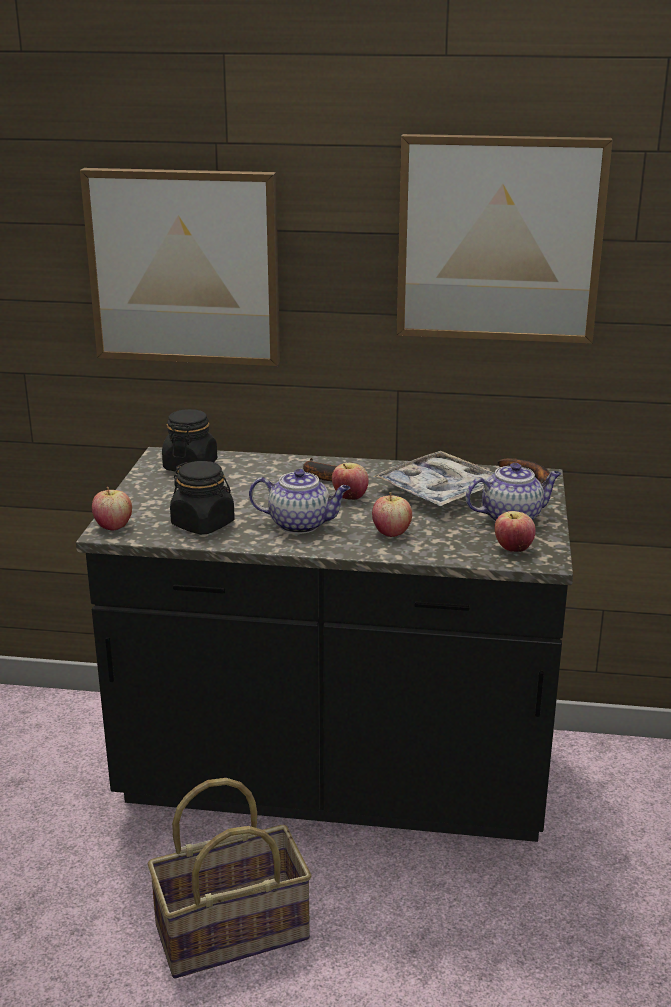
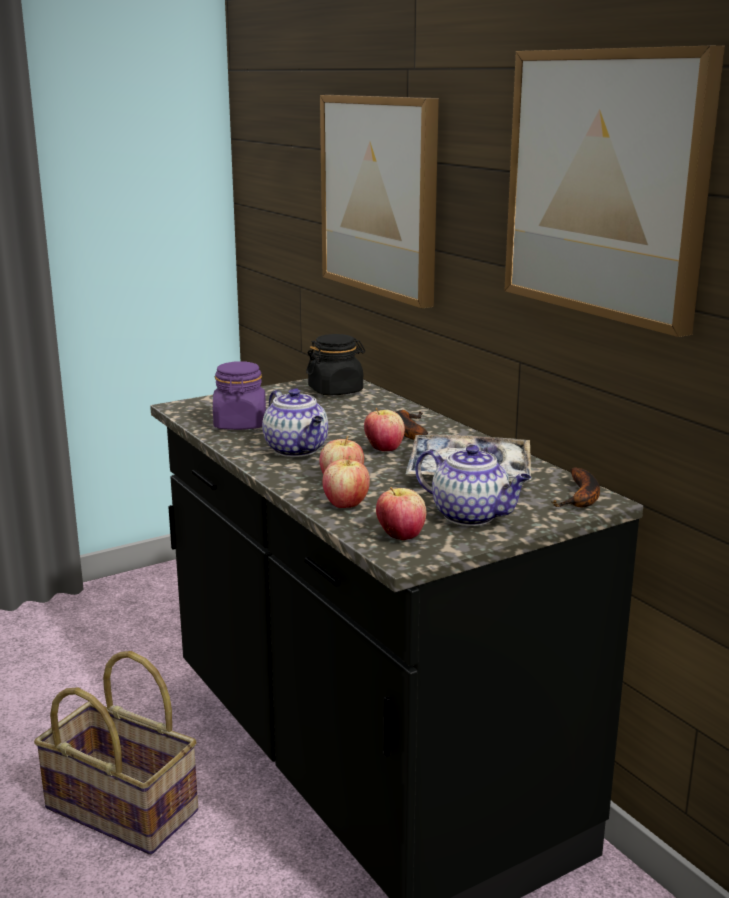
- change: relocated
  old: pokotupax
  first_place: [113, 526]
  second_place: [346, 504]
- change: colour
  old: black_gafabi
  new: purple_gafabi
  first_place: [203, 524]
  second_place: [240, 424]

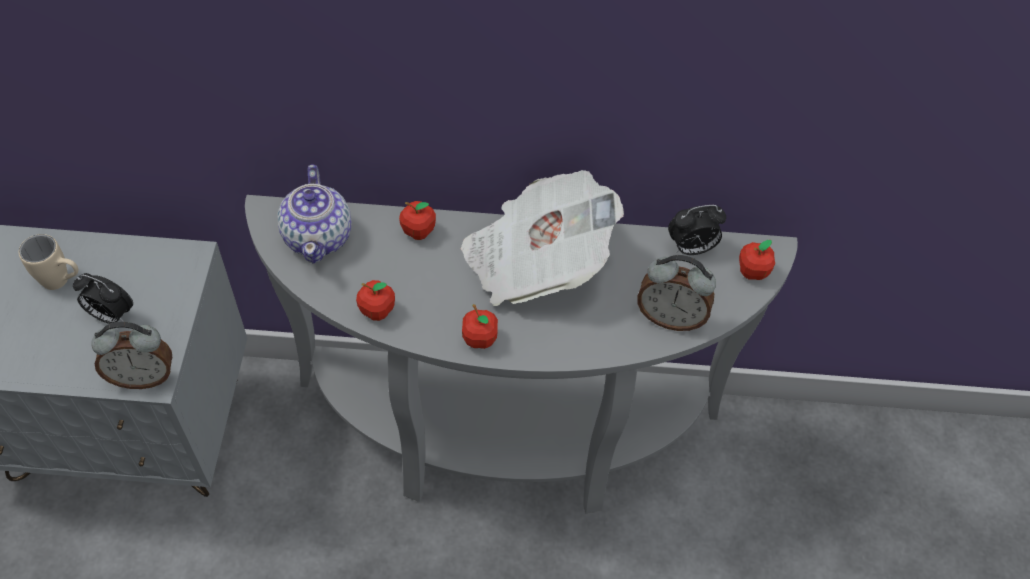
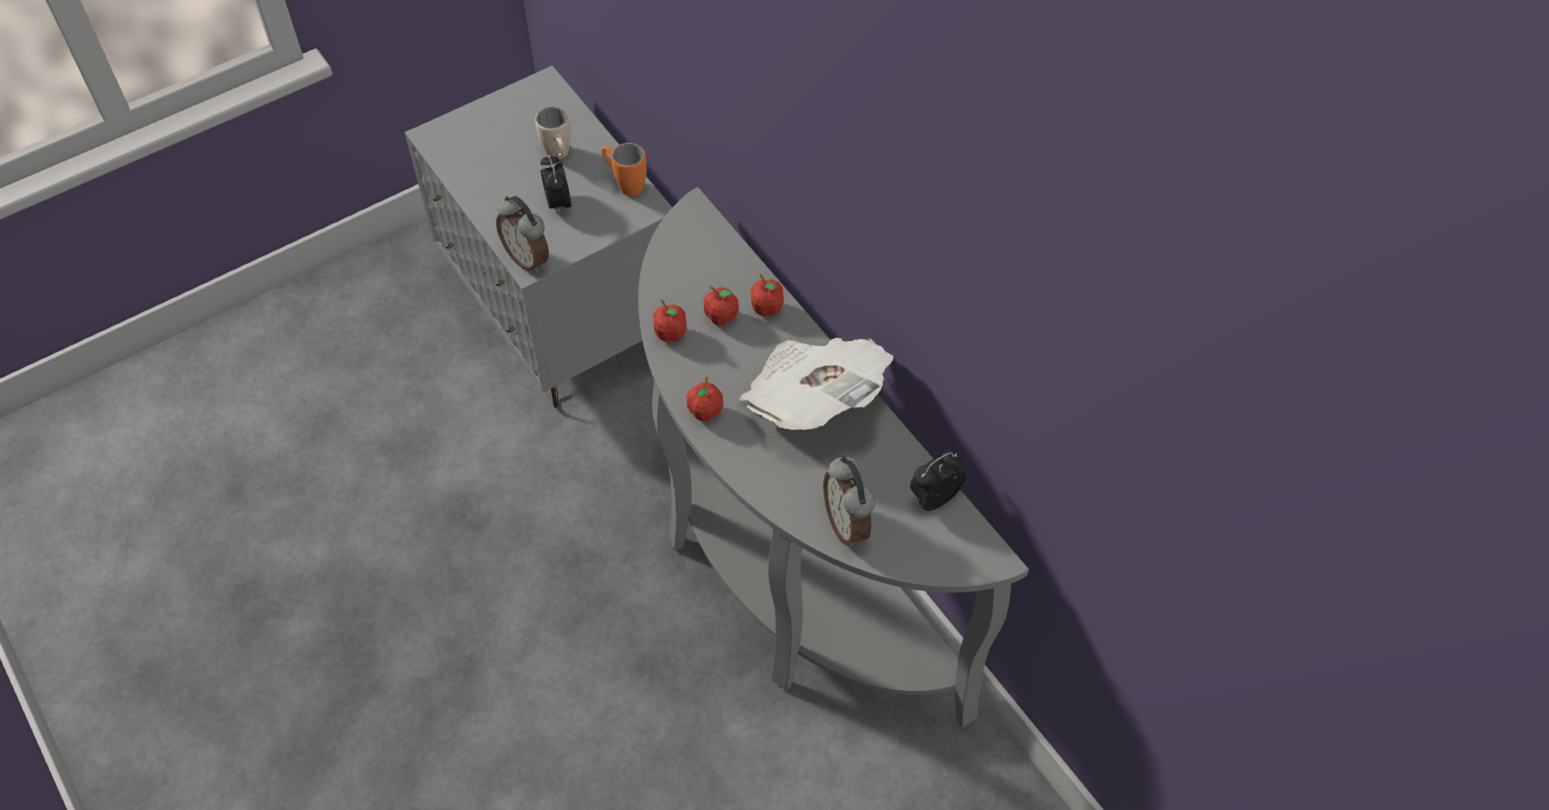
- change: missing
  old: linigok
  first_place: [318, 236]
- change: spun
  old: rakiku
  first_place: [691, 248]
  second_place: [934, 497]
  degrees: 105
- change: relocated
  old: pokotupax
  first_place: [752, 272]
  second_place: [721, 317]
- change: appeared
  new: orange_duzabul
  second_place: [625, 184]

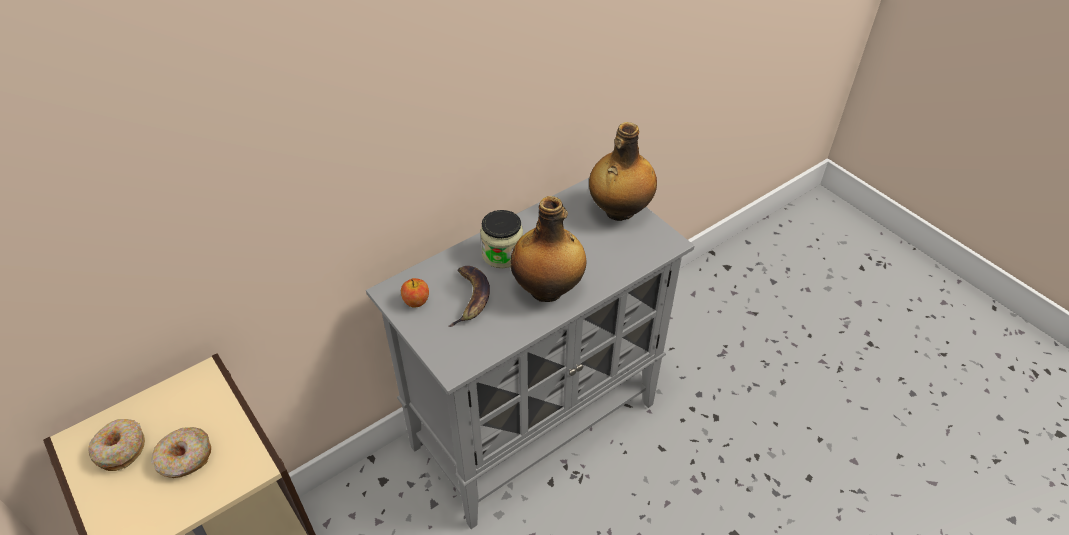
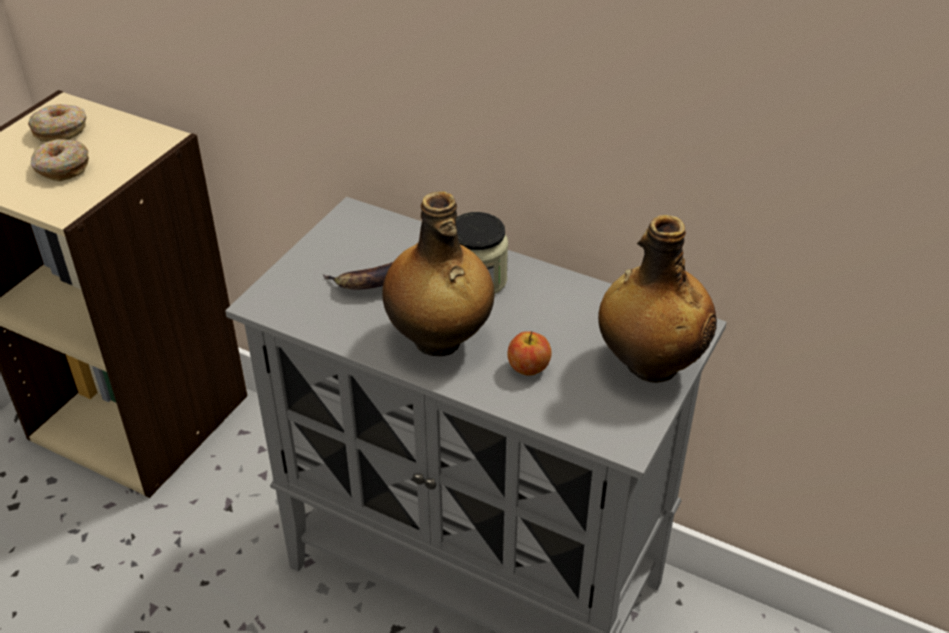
- change: relocated
  old: pokotupax
  first_place: [416, 301]
  second_place: [528, 368]

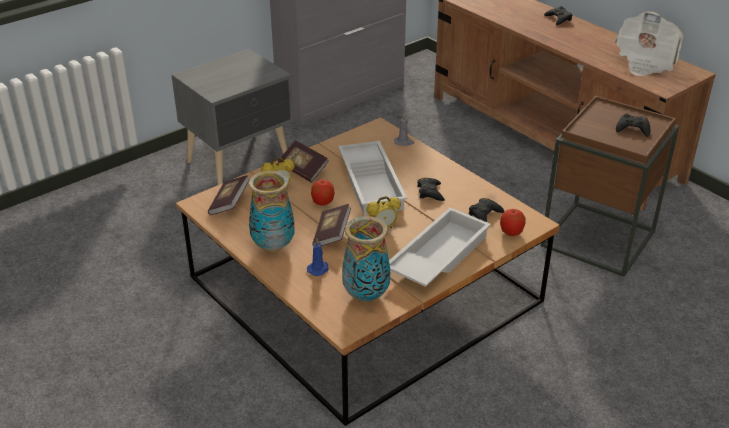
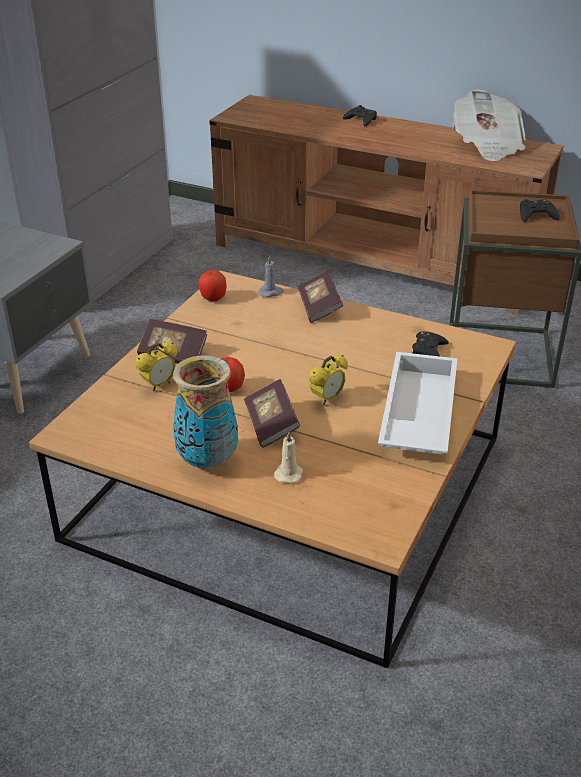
- change: relocated
  old: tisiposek
  first_place: [229, 204]
  second_place: [319, 307]
- change: colour
  old: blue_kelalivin
  new: beige_kelalivin
  first_place: [318, 269]
  second_place: [289, 473]
- change: missing
  old: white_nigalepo
  first_place: [373, 183]
- change: missing
  old: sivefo
  first_place: [365, 295]
- change: missing
  old: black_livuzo
  first_place: [430, 192]
- change: relocated
  old: pokotupax
  first_place: [511, 232]
  second_place: [213, 298]

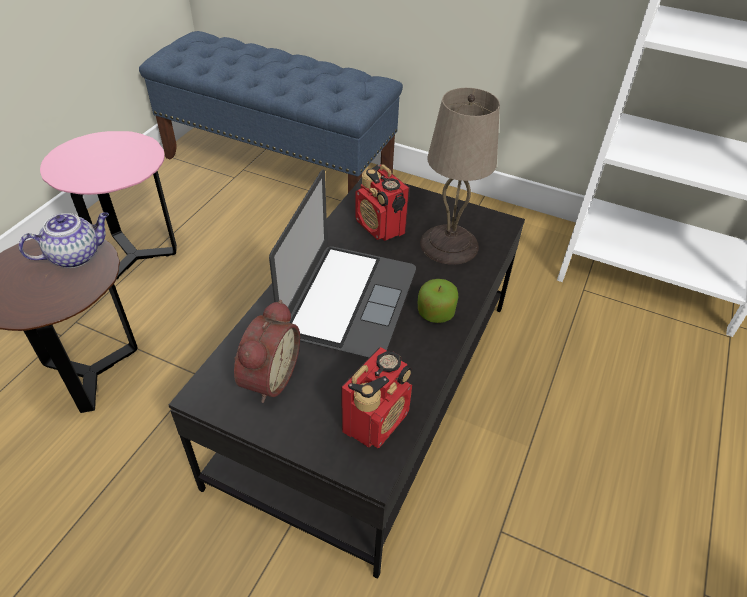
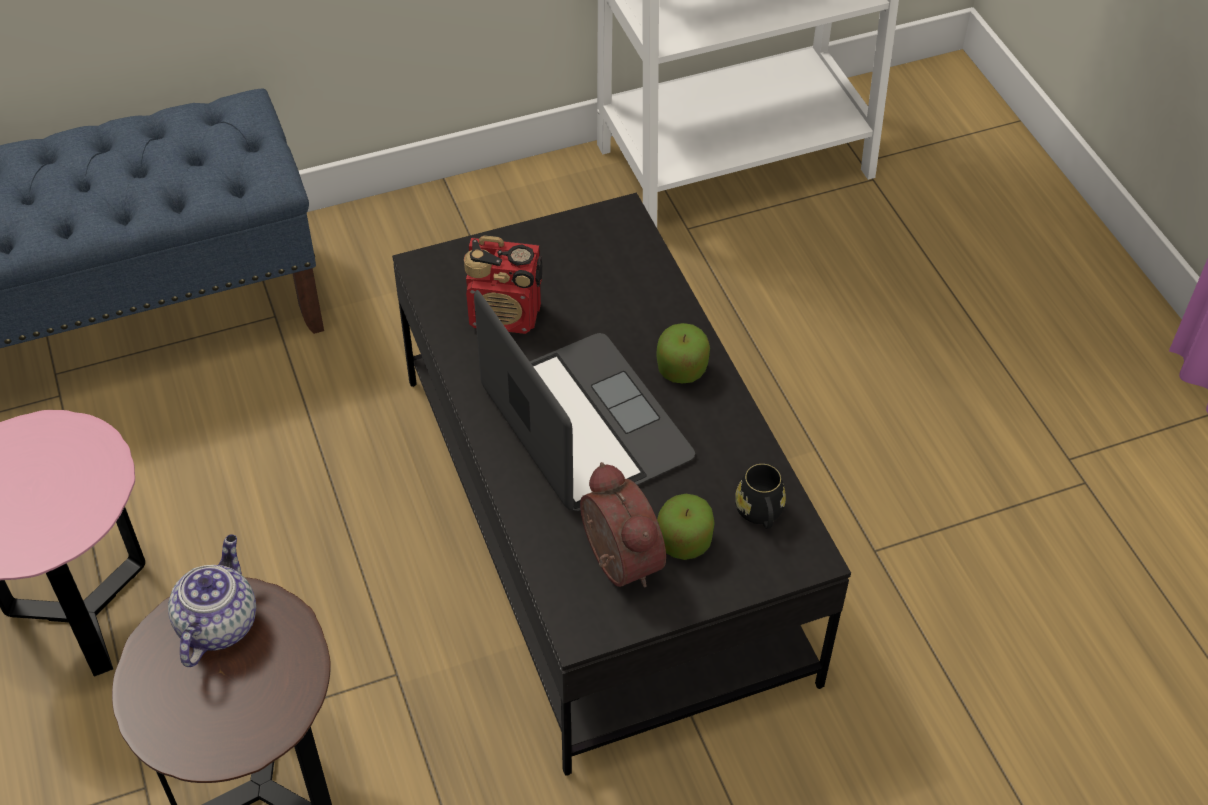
- change: exchanged
  old: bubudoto
  new: black_duzabul
  first_place: [376, 420]
  second_place: [760, 514]
- change: missing
  old: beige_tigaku
  first_place: [450, 245]
- change: appeared
  new: pokotupax
  second_place: [684, 542]

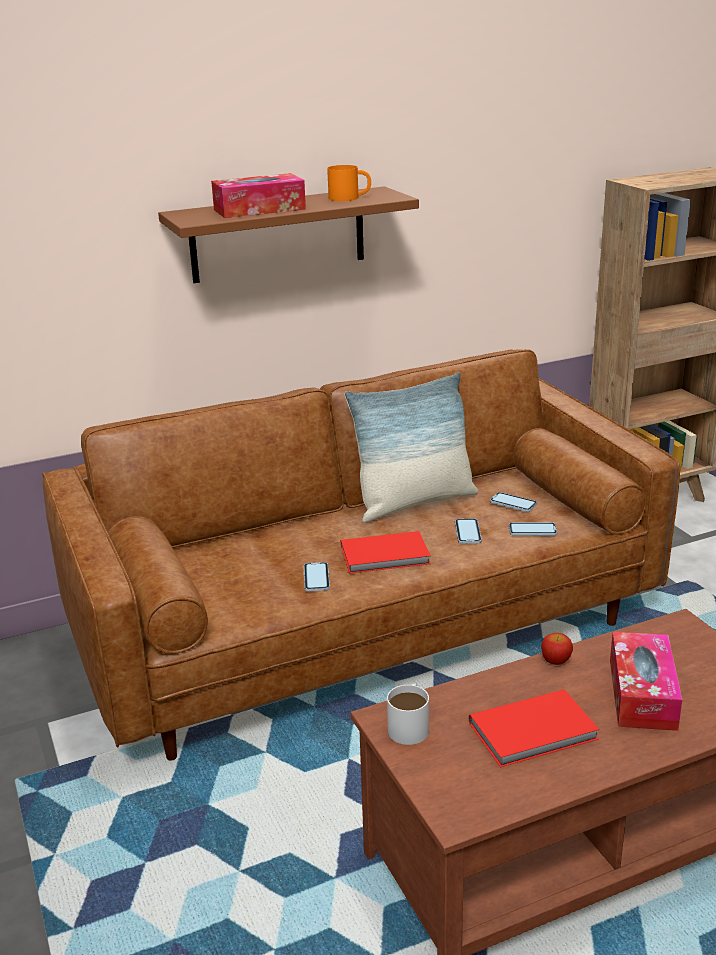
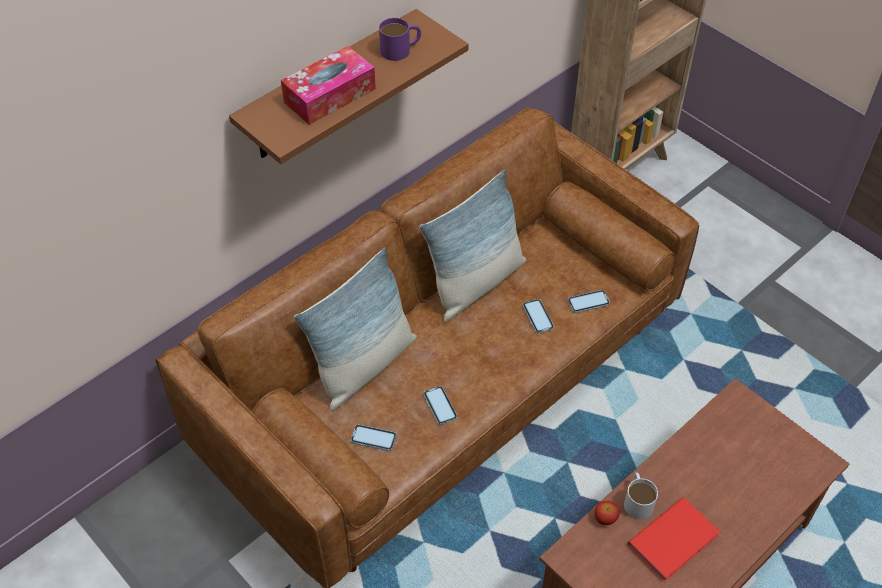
- change: colour
  old: orange_duzabul
  new: purple_duzabul
  first_place: [350, 198]
  second_place: [401, 49]
- change: missing
  old: red_tisiposek
  first_place: [386, 556]
- change: relocated
  old: white_duzabul
  first_place: [410, 725]
  second_place: [637, 500]
- change: relocated
  old: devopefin
  first_place: [513, 503]
  second_place: [373, 438]
- change: relocated
  old: pokotupax
  first_place: [556, 661]
  second_place: [605, 519]
- change: missing
  old: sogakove
  first_place: [642, 693]
- change: appeared
  new: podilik
  second_place: [364, 366]

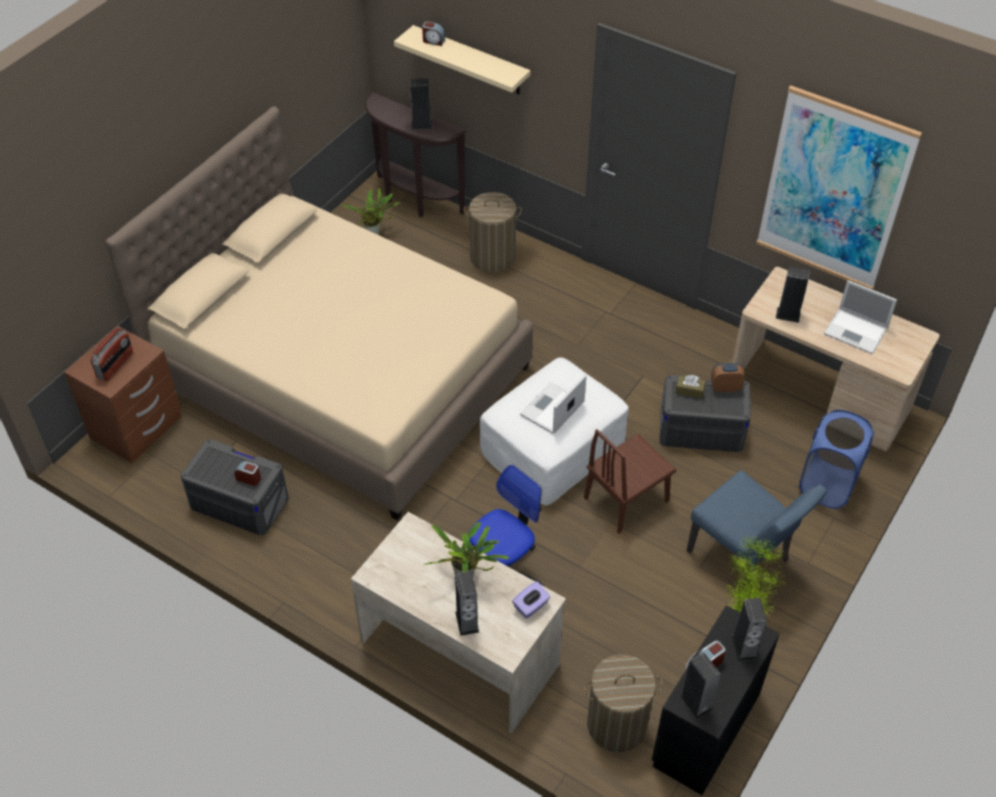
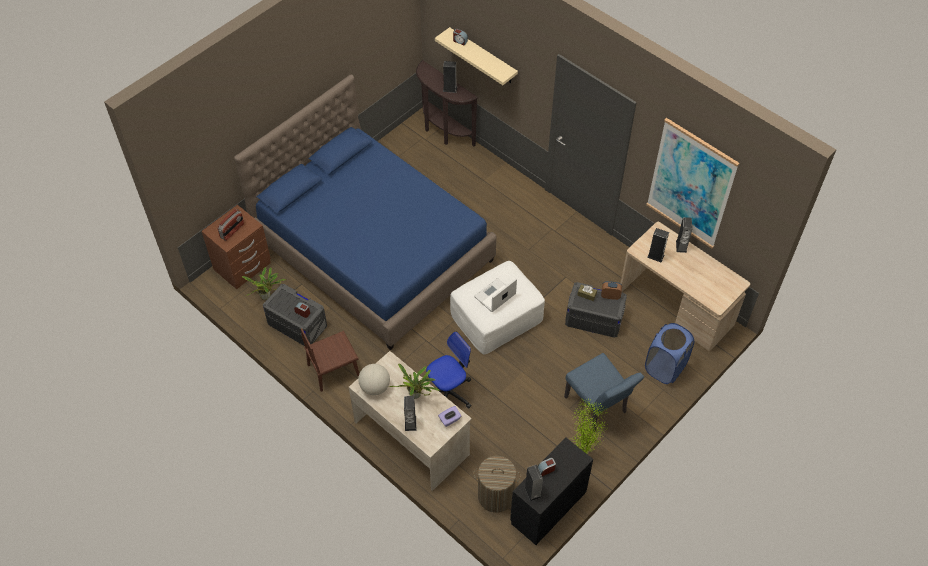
- change: colour
  old: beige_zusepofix
  new: blue_zusepofix
  first_place: [341, 375]
  second_place: [373, 249]
- change: relocated
  old: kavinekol
  first_place: [374, 234]
  second_place: [267, 296]
- change: missing
  old: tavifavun
  first_place: [492, 257]
- change: relocated
  old: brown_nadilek
  first_place: [626, 499]
  second_place: [333, 370]
- change: relocated
  old: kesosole
  first_place: [744, 647]
  second_place: [681, 246]
- change: missing
  old: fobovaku
  first_place: [856, 331]
- change: appeared
  new: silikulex
  second_place: [375, 387]

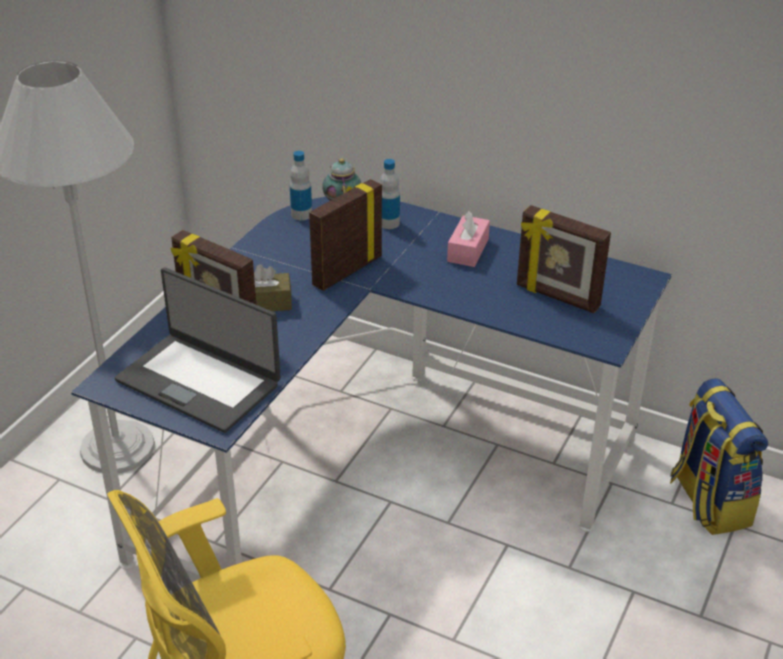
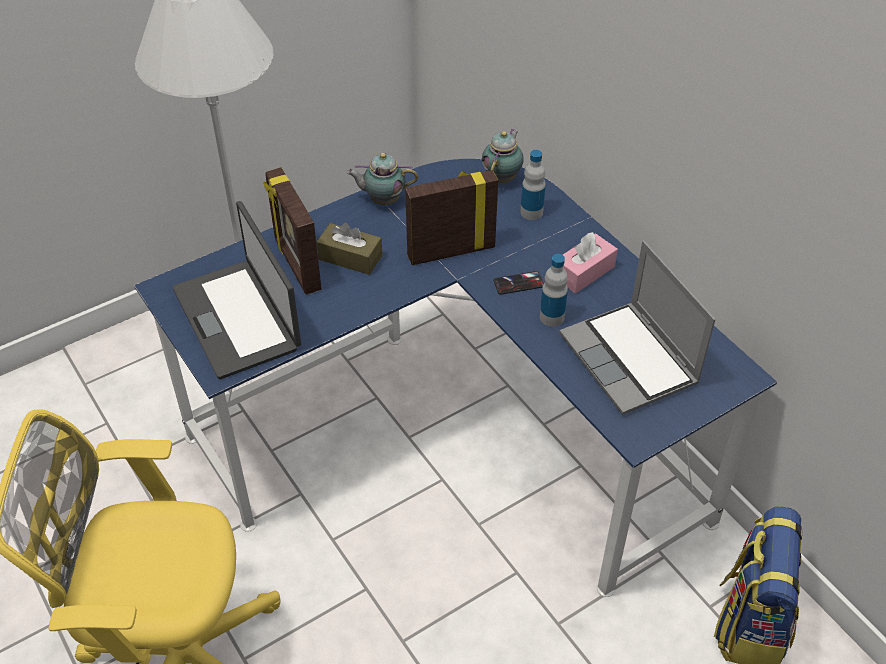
- change: relocated
  old: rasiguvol
  first_place: [301, 214]
  second_place: [552, 317]
- change: exchanged
  old: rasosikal
  new: fobovaku
  first_place: [557, 297]
  second_place: [631, 360]
- change: appeared
  new: linigok
  second_place: [382, 200]
- change: appeared
  new: devopefin
  second_place: [518, 283]

